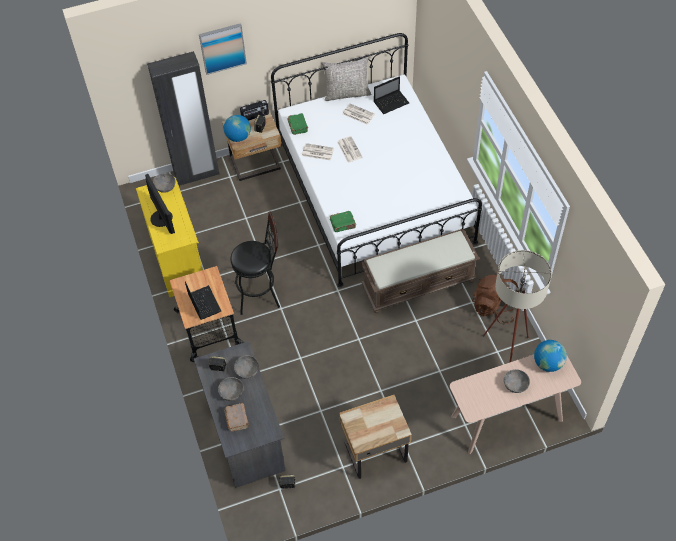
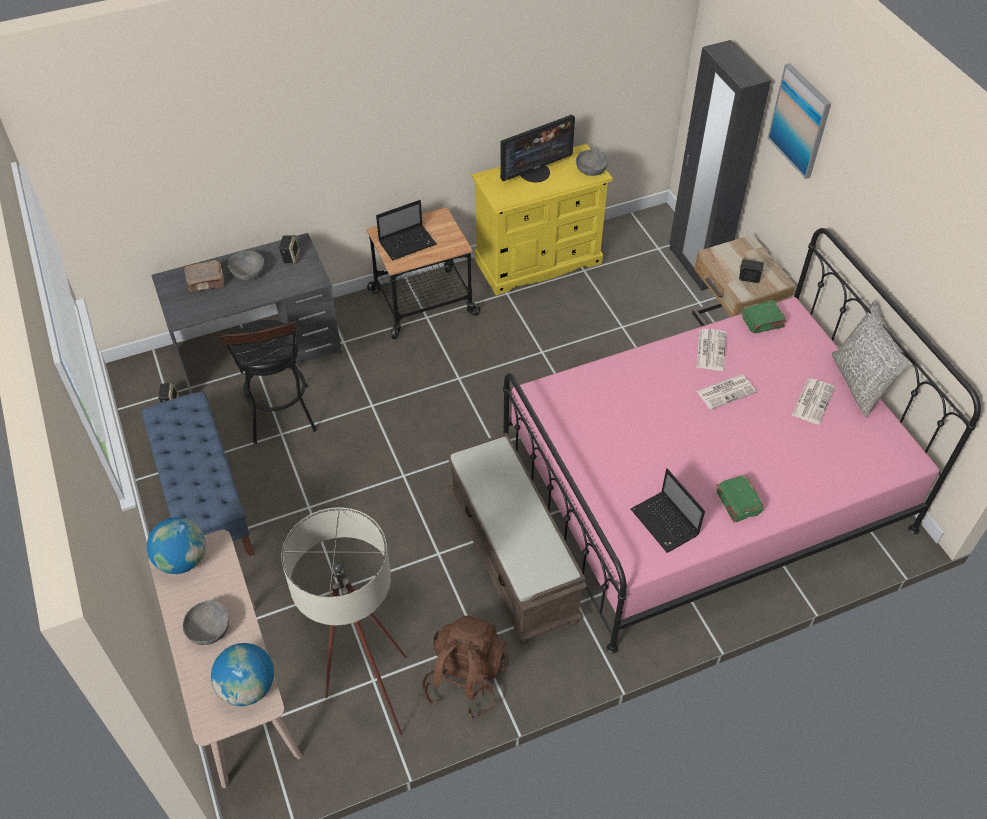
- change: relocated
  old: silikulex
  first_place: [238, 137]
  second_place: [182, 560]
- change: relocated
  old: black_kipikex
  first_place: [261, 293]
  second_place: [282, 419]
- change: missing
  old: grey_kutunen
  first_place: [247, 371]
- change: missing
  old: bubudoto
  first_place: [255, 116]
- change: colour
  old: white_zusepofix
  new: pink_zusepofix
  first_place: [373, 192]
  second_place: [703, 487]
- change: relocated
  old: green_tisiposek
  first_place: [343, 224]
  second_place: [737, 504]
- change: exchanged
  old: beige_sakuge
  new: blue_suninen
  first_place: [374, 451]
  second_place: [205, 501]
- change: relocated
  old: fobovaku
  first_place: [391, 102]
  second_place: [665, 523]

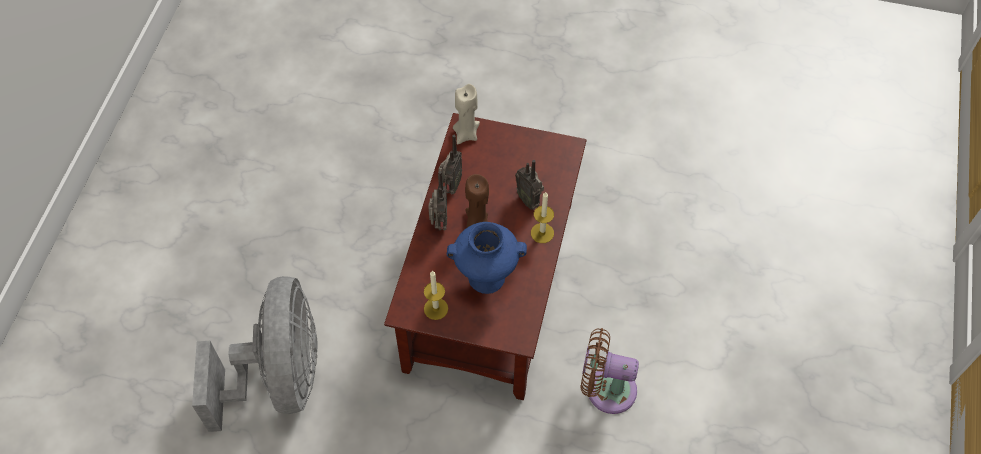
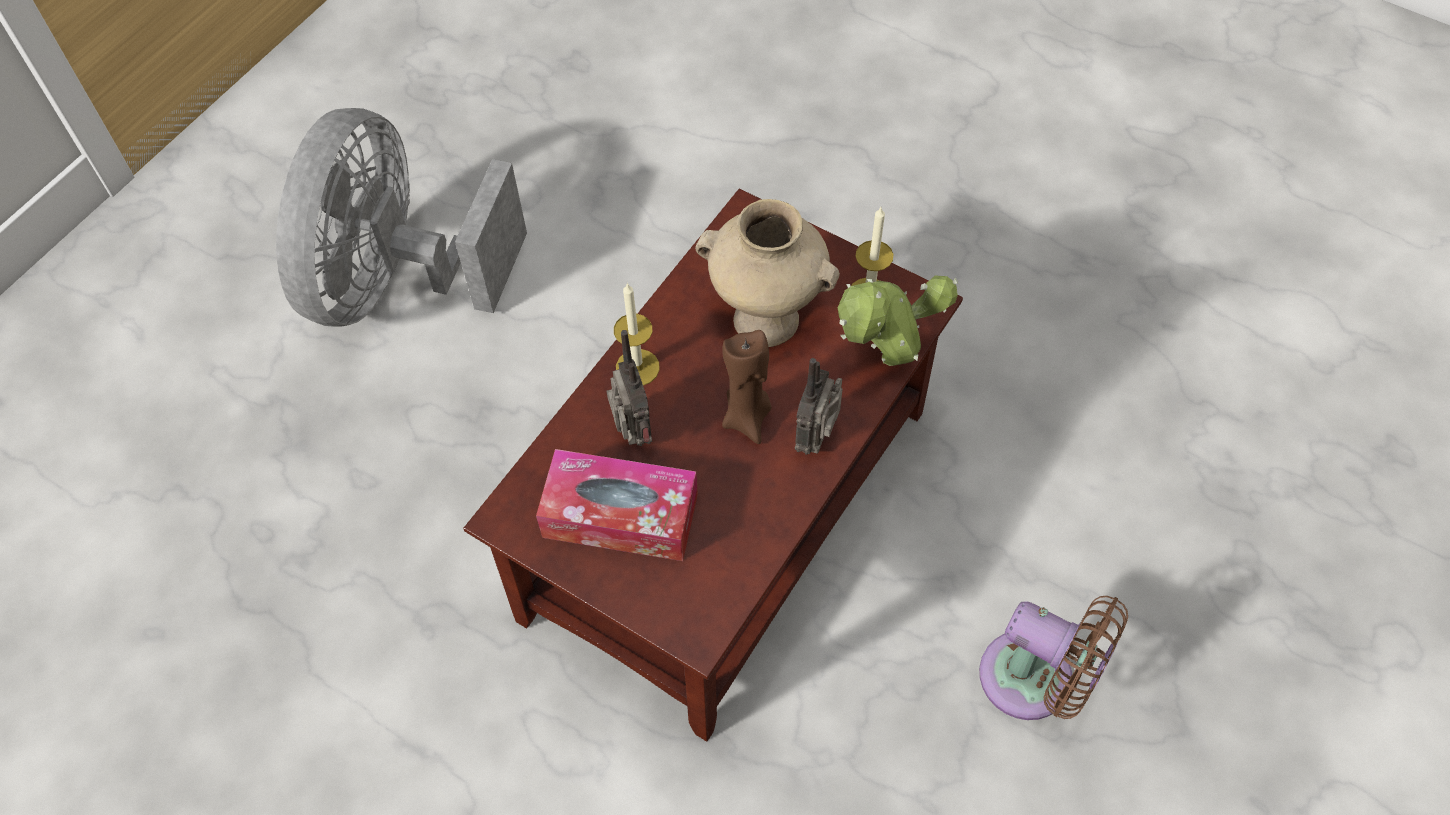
- change: relocated
  old: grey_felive
  first_place: [280, 377]
  second_place: [400, 282]
- change: missing
  old: bubudoto
  first_place: [450, 187]
- change: colour
  old: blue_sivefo
  new: beige_sivefo
  first_place: [485, 279]
  second_place: [768, 319]
- change: missing
  old: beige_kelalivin
  first_place: [466, 134]
- change: relocated
  old: brown_felive
  first_place: [606, 389]
  second_place: [1035, 681]
- change: appeared
  new: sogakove
  second_place: [620, 516]
- change: appeared
  new: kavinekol
  second_place: [885, 363]

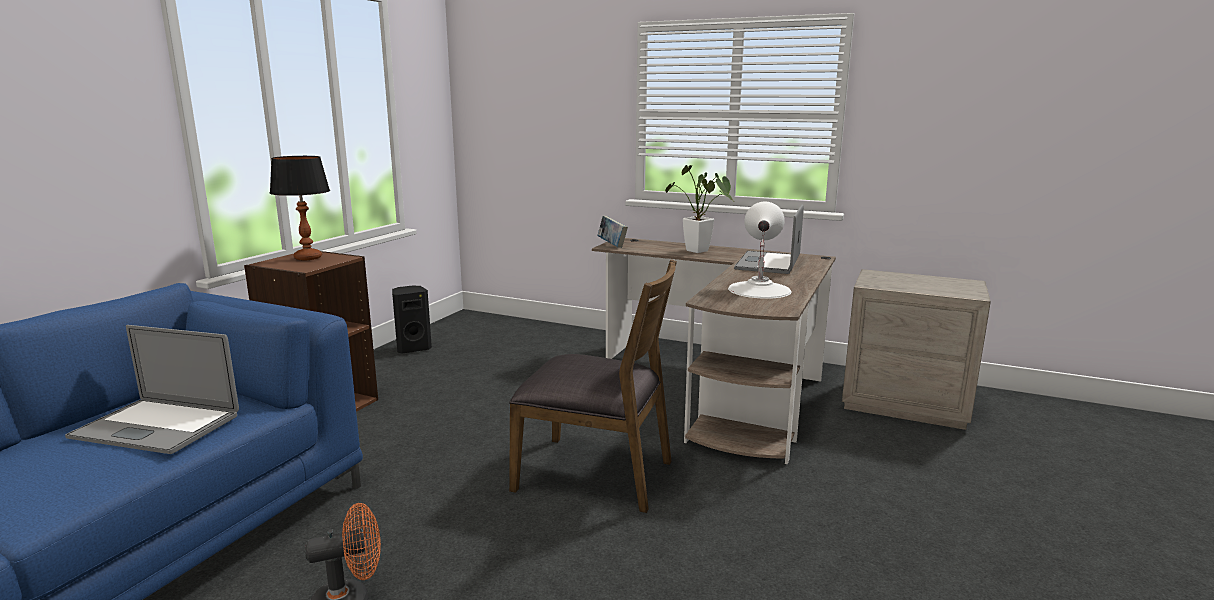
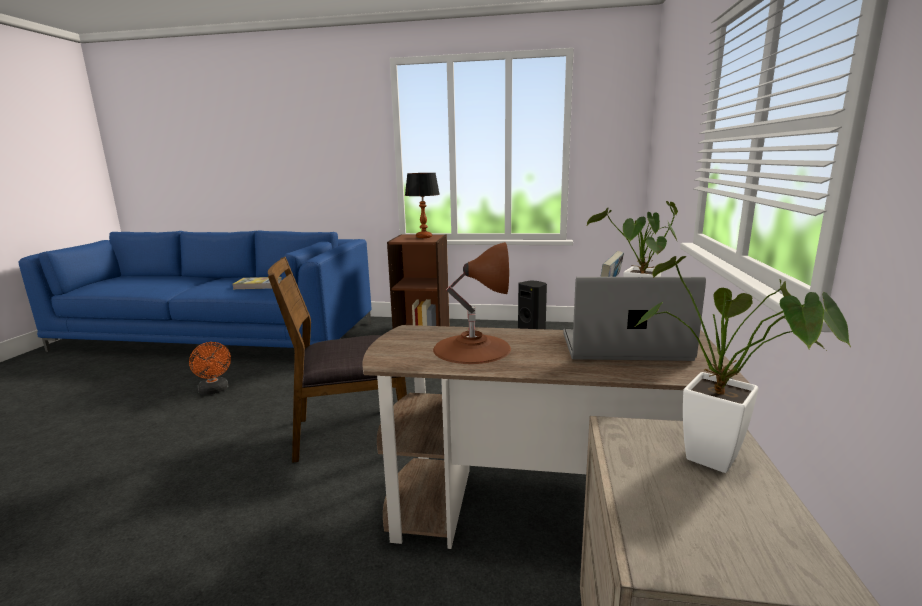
- change: exchanged
  old: fobovaku
  new: tisiposek
  first_place: [156, 426]
  second_place: [258, 285]
- change: spun
  old: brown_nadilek
  first_place: [596, 474]
  second_place: [352, 432]
  degrees: 75
- change: colour
  old: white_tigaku
  new: brown_tigaku
  first_place: [759, 289]
  second_place: [472, 348]
- change: appeared
  new: kavinekol
  second_place: [724, 463]

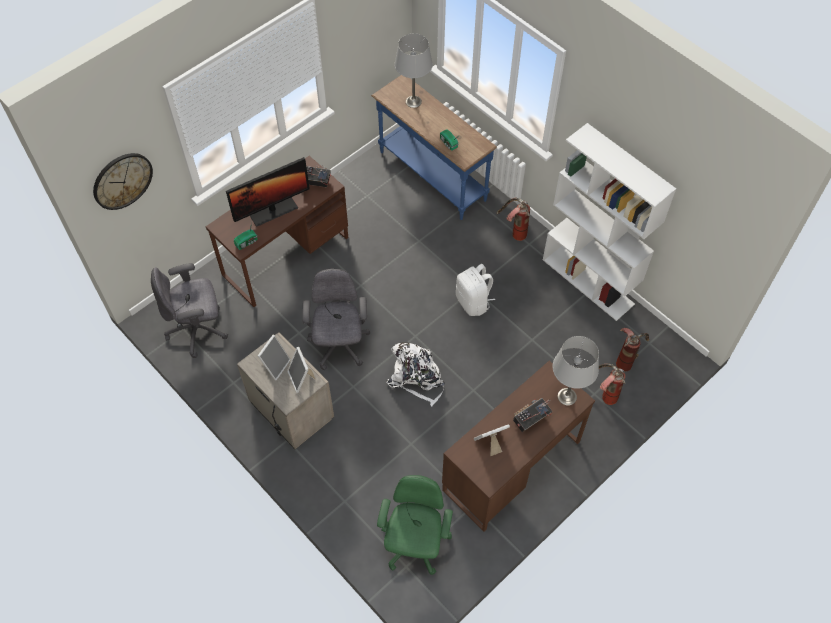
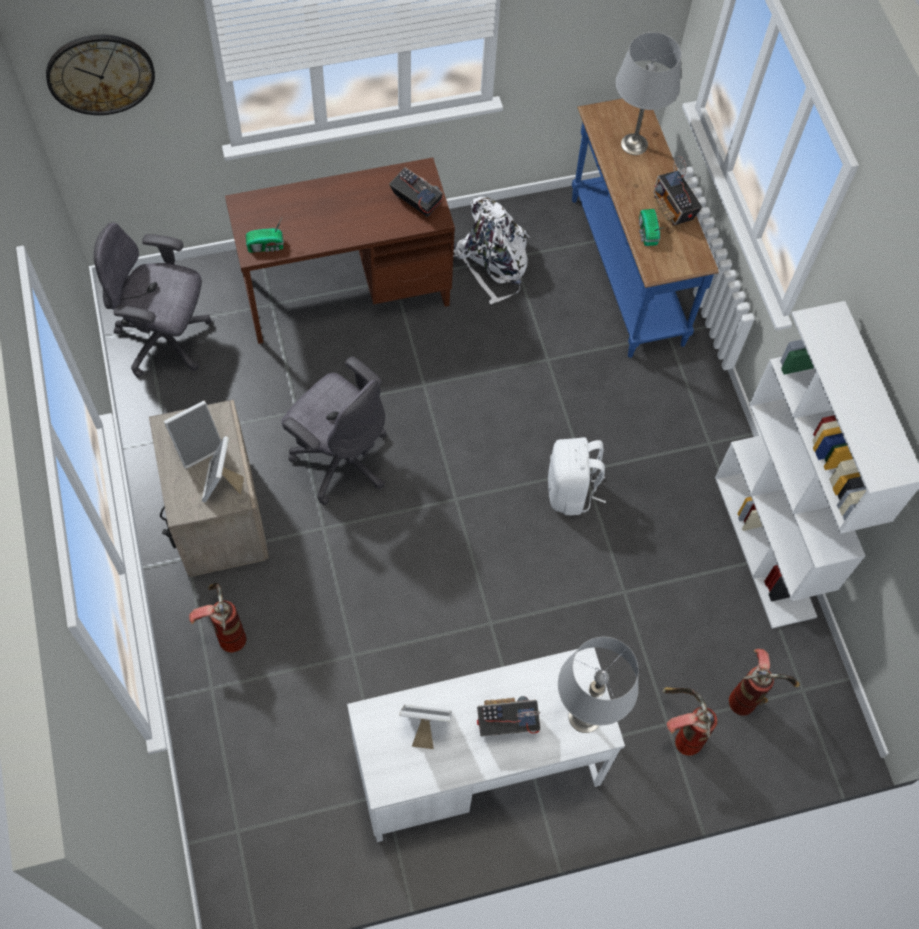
- change: missing
  old: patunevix
  first_place: [273, 210]
- change: spun
  old: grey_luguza
  first_place: [339, 345]
  second_place: [340, 458]
  degrees: 105
- change: missing
  old: green_luguza
  first_place: [415, 544]
- change: relocated
  old: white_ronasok
  first_place: [417, 378]
  second_place: [493, 262]
- change: colour
  old: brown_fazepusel
  new: white_fazepusel
  first_place: [511, 465]
  second_place: [476, 765]
- change: relocated
  old: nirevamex
  first_place: [513, 232]
  second_place: [226, 631]
- change: appeared
  new: bubudoto
  second_place: [673, 208]

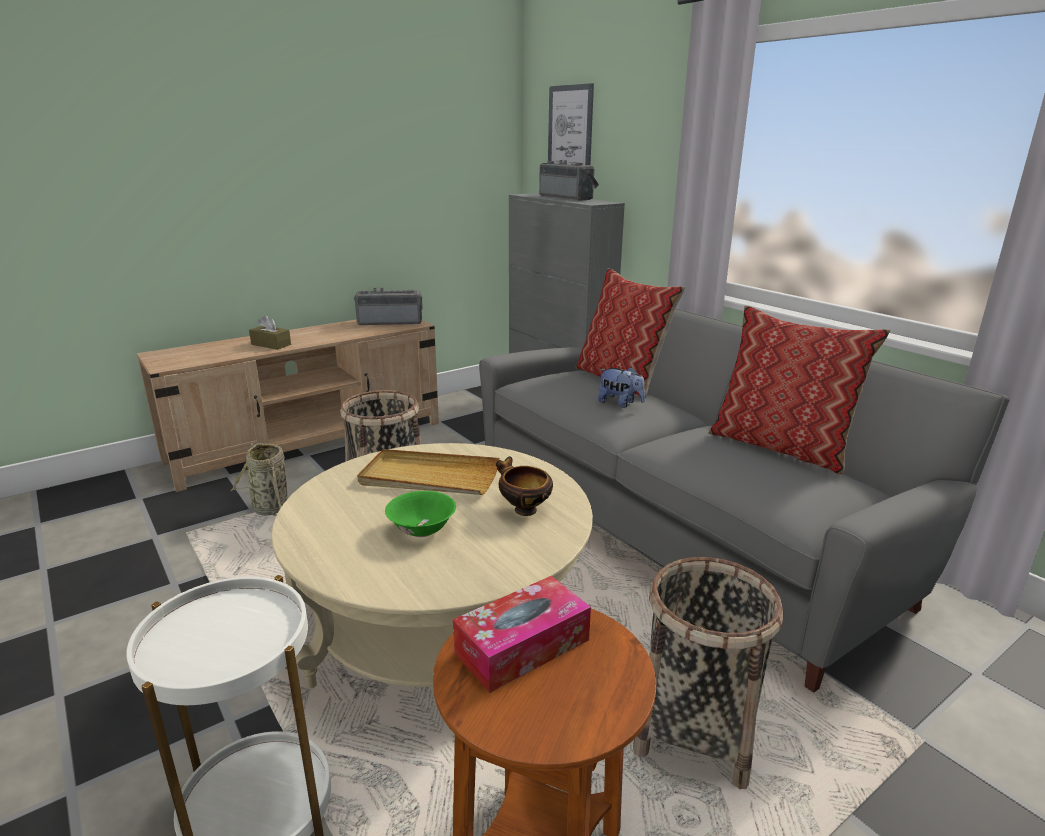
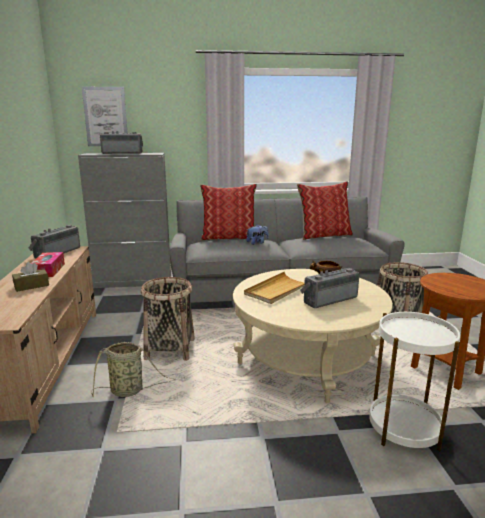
- change: exchanged
  old: green_kutunen
  new: bubudoto
  first_place: [422, 530]
  second_place: [328, 299]
- change: relocated
  old: sogakove
  first_place: [522, 646]
  second_place: [48, 270]

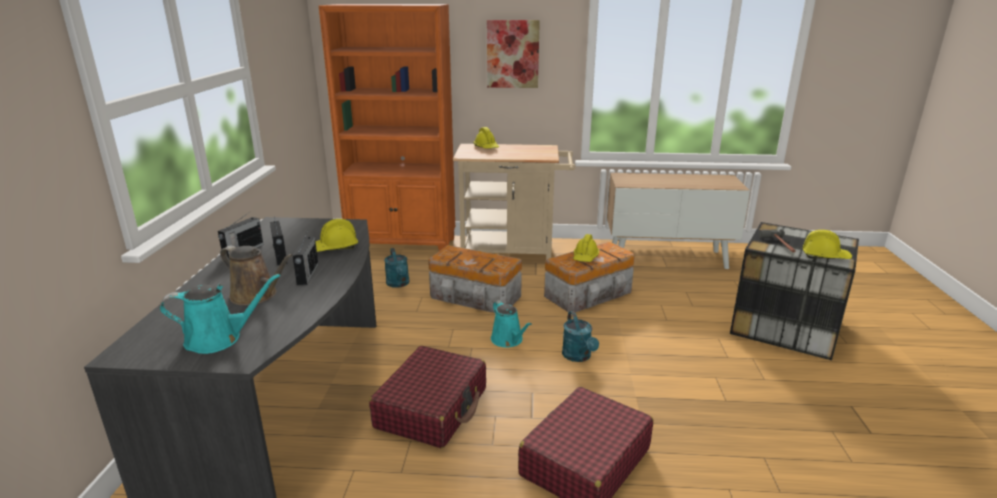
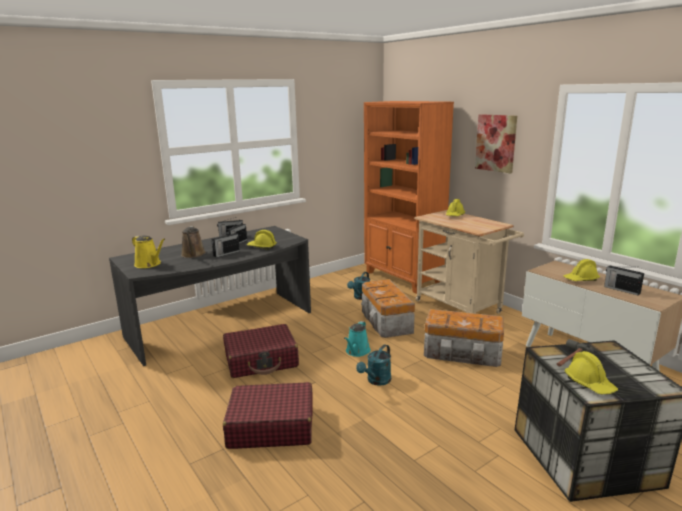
- change: colour
  old: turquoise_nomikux
  new: yellow_nomikux
  first_place: [219, 339]
  second_place: [149, 264]
- change: relocated
  old: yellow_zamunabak
  first_place: [585, 257]
  second_place: [581, 279]
- change: appeared
  new: bubudoto
  second_place: [621, 289]

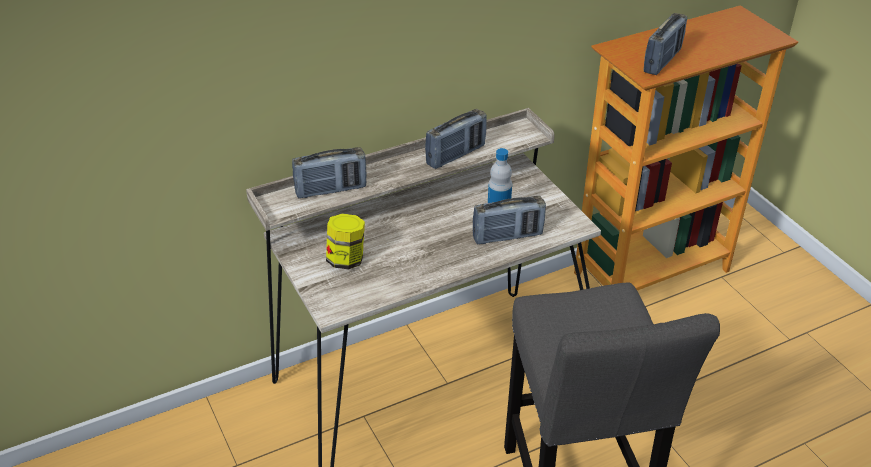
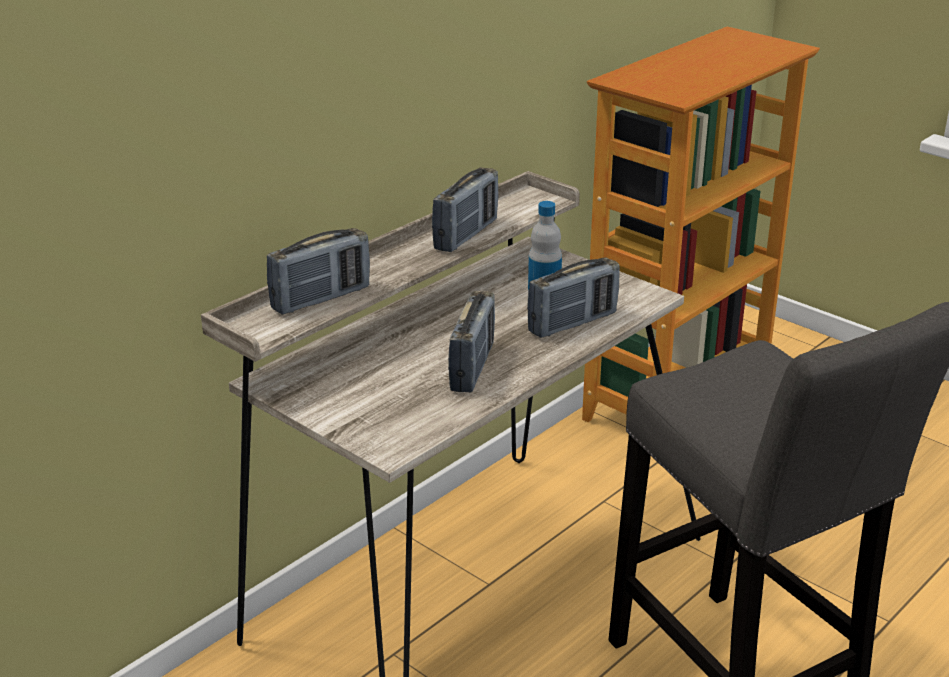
- change: missing
  old: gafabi
  first_place: [346, 260]
- change: relocated
  old: bubudoto
  first_place: [662, 61]
  second_place: [472, 368]

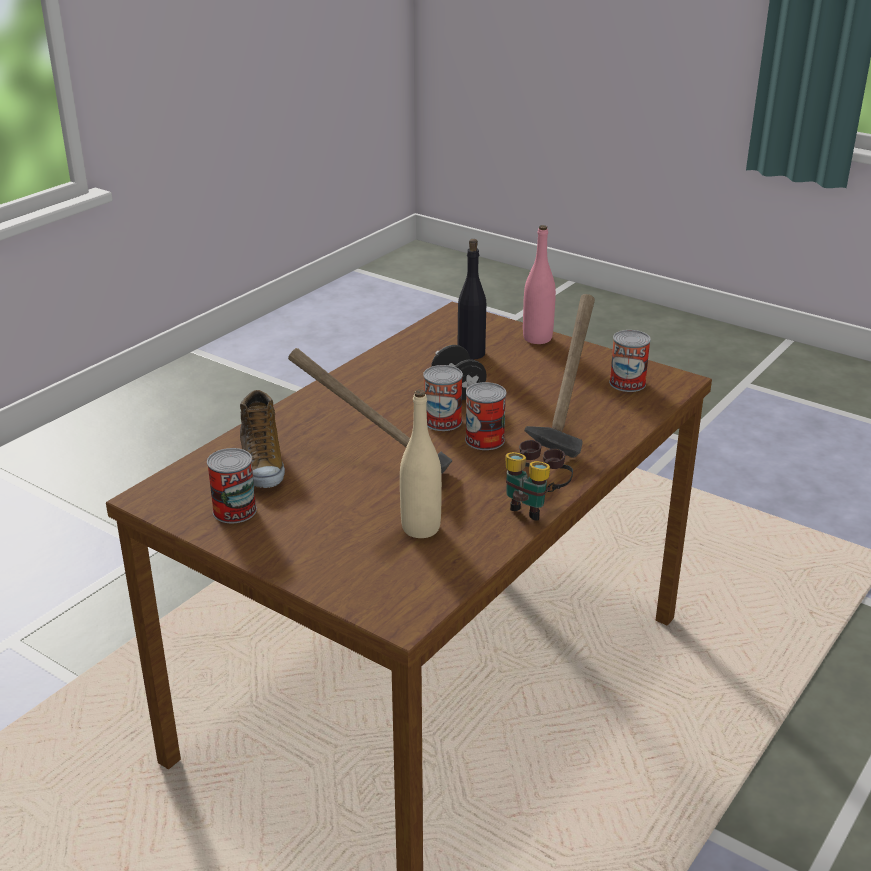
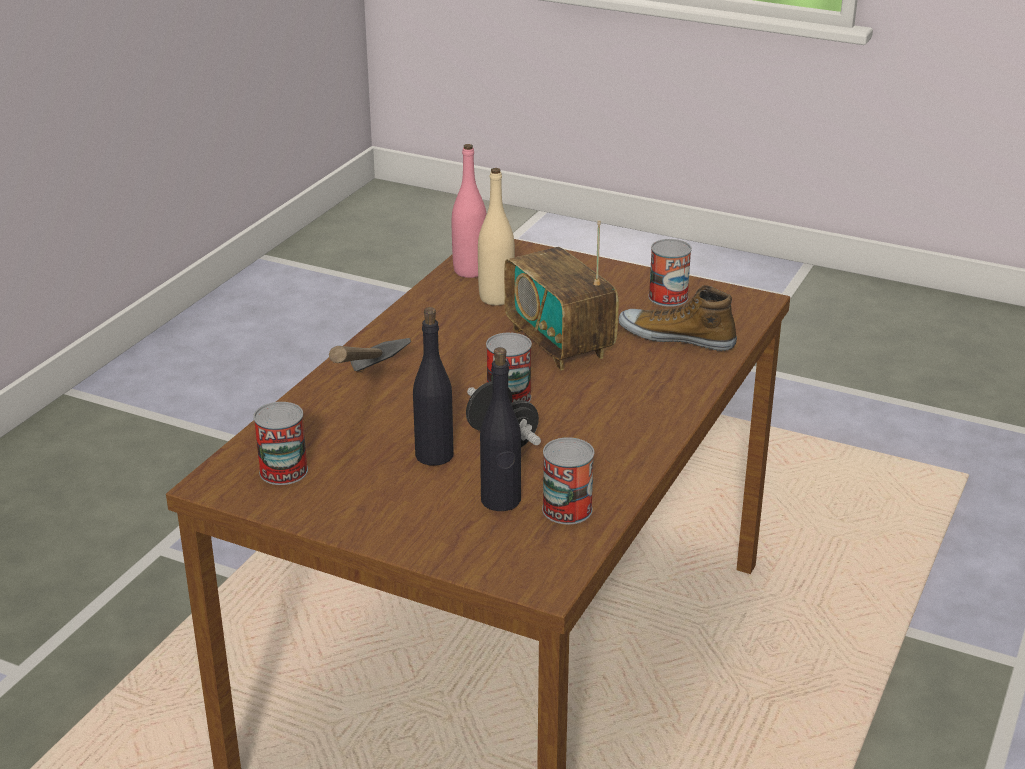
- change: spun
  old: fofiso
  first_place: [261, 463]
  second_place: [677, 337]
  degrees: -45
- change: exchanged
  old: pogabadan
  new: bubudoto
  first_place: [377, 467]
  second_place: [559, 343]
- change: relocated
  old: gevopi
  first_place: [484, 440]
  second_place: [567, 509]
- change: missing
  old: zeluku
  first_place: [534, 506]
- change: relocated
  old: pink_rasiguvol
  first_place: [537, 338]
  second_place: [470, 271]
- change: appeared
  new: black_rasiguvol
  second_place: [434, 455]

